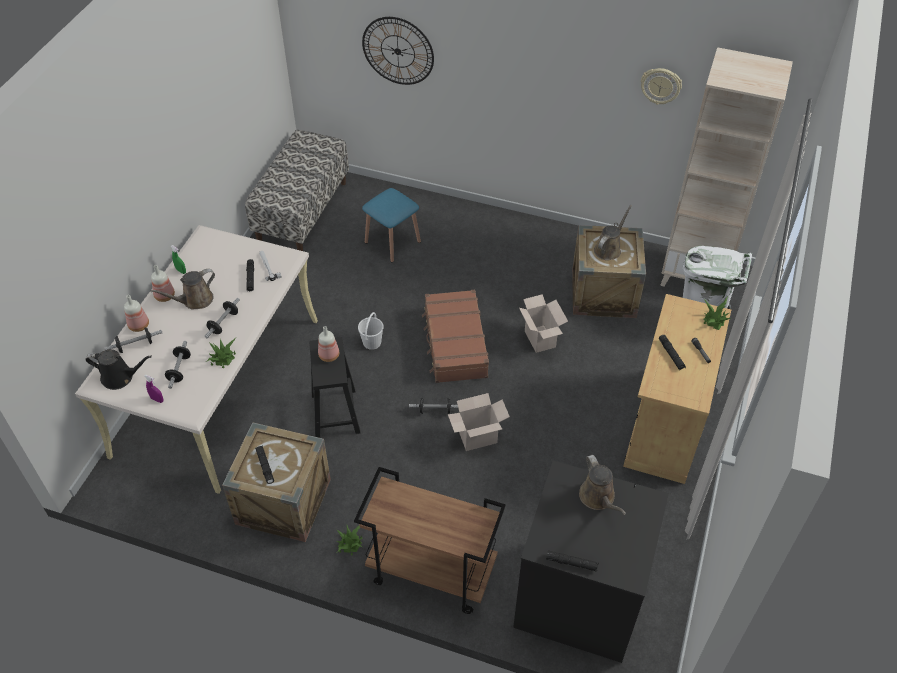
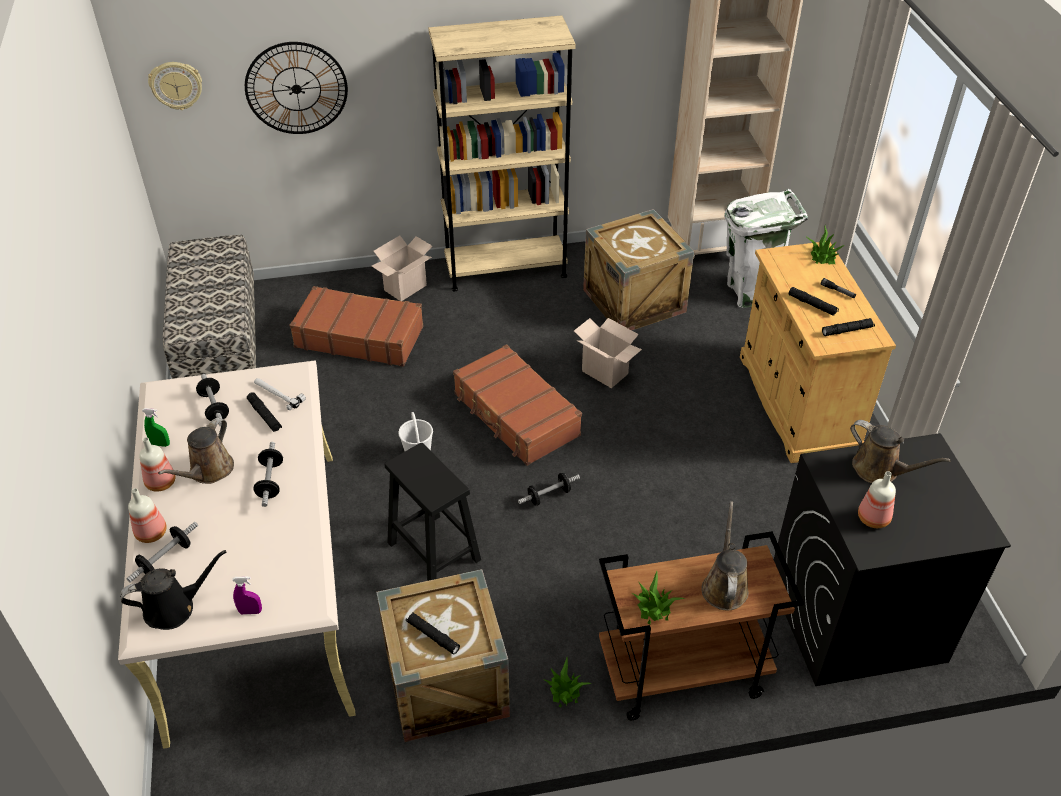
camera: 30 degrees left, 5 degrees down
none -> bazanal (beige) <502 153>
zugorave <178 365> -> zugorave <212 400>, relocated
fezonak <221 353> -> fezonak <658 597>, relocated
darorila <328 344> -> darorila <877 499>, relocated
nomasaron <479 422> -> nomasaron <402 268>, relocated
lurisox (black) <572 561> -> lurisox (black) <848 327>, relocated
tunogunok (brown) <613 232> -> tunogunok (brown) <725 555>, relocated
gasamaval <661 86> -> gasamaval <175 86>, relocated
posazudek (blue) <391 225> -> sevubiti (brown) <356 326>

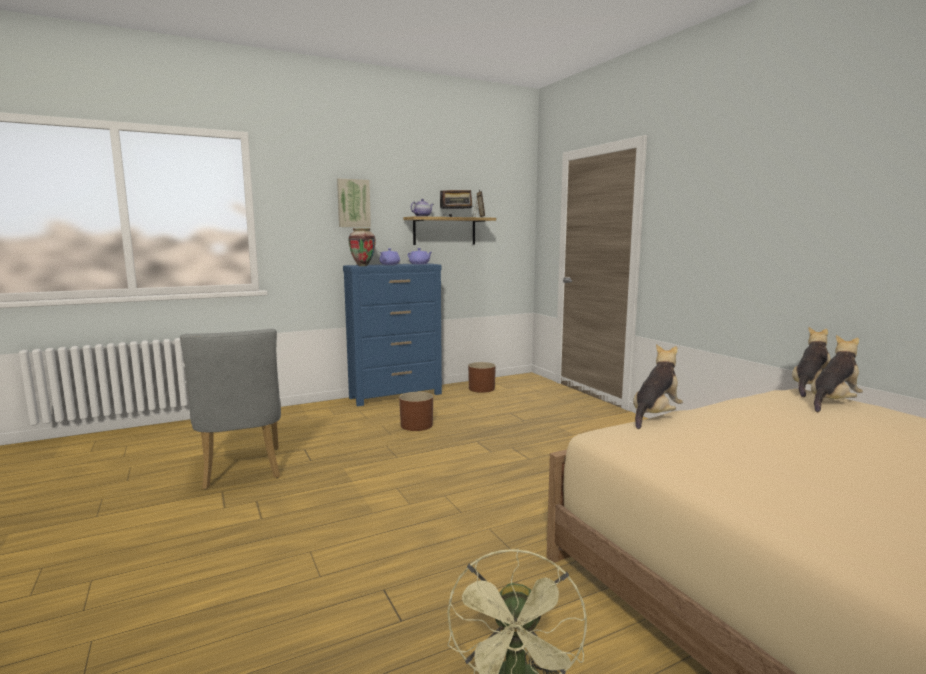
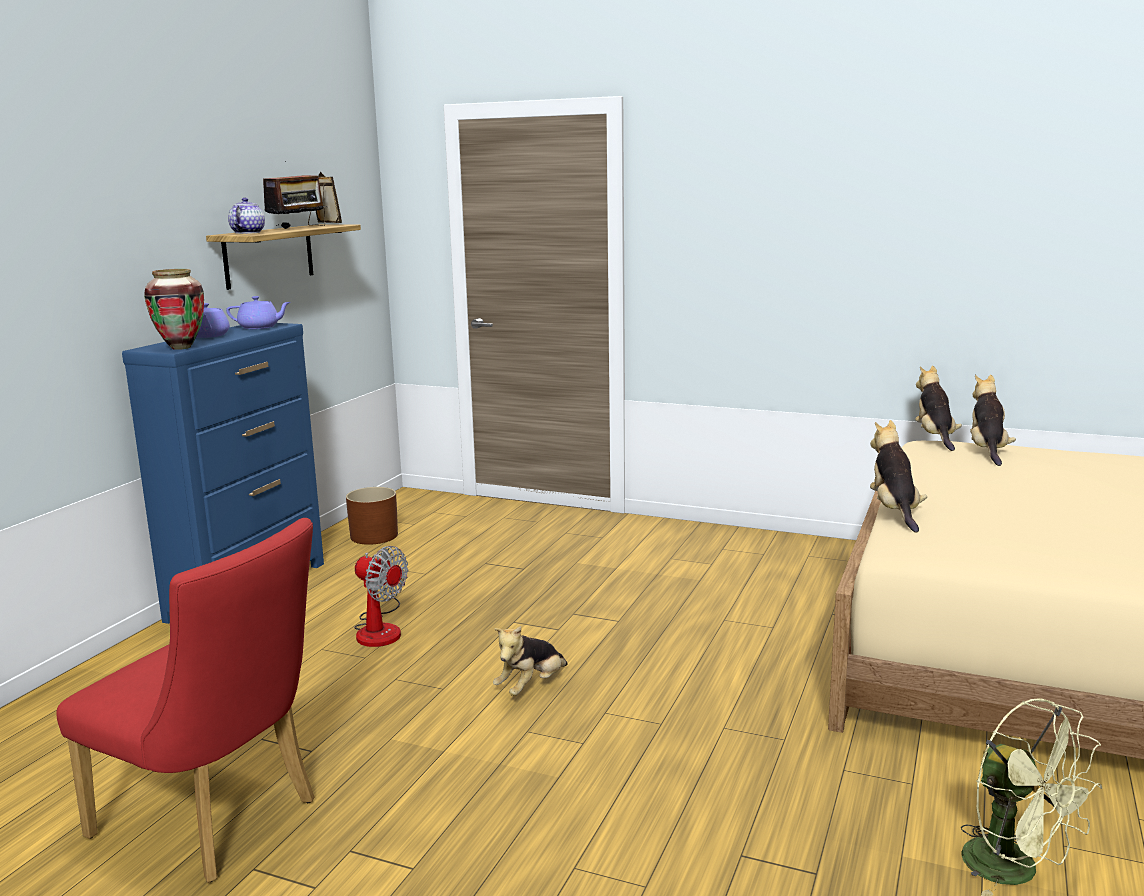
camera: 40 degrees left, 5 degrees up
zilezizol <354 202> -> none
none -> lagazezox <530 661>
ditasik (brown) <416 411> -> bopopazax <381 596>
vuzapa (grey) <230 409> -> vuzapa (red) <185 700>

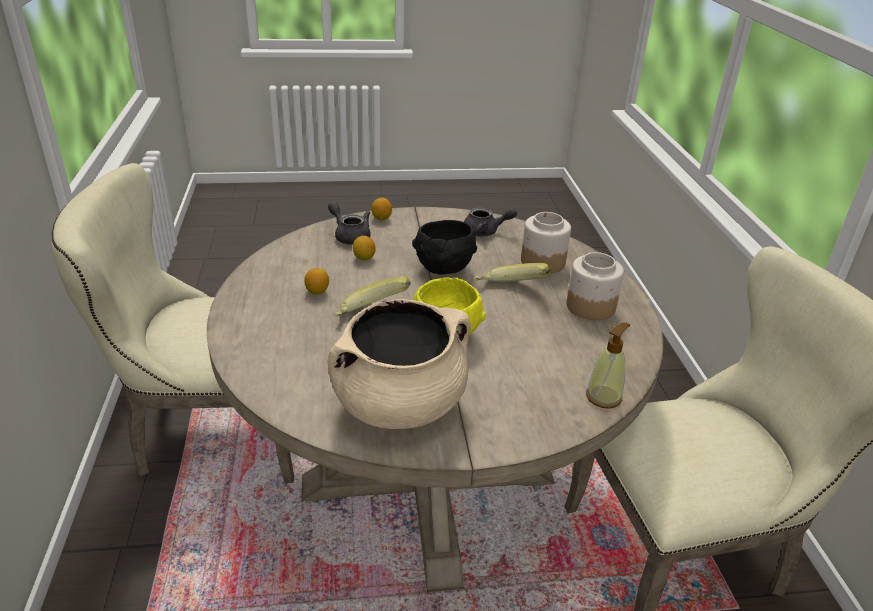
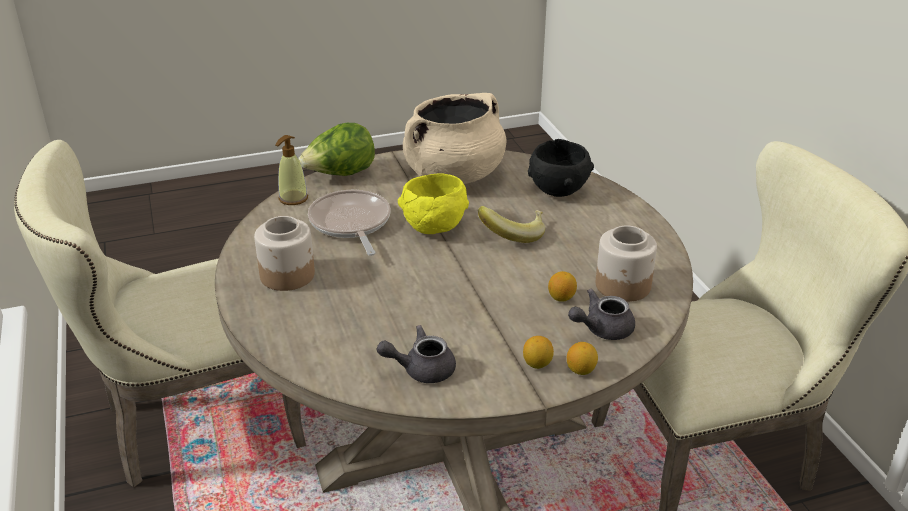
camera: 170 degrees right, 0 degrees up
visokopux <513 272> -> none
none -> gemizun <336 149>
none -> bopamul <349 223>
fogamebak <316 281> -> fogamebak <538 352>, relocated
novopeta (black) <444 247> -> novopeta (black) <561 168>, relocated
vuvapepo <546 242> -> vuvapepo <626 264>, relocated
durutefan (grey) <349 223> -> durutefan (grey) <601 314>, 120 degrees clockwise

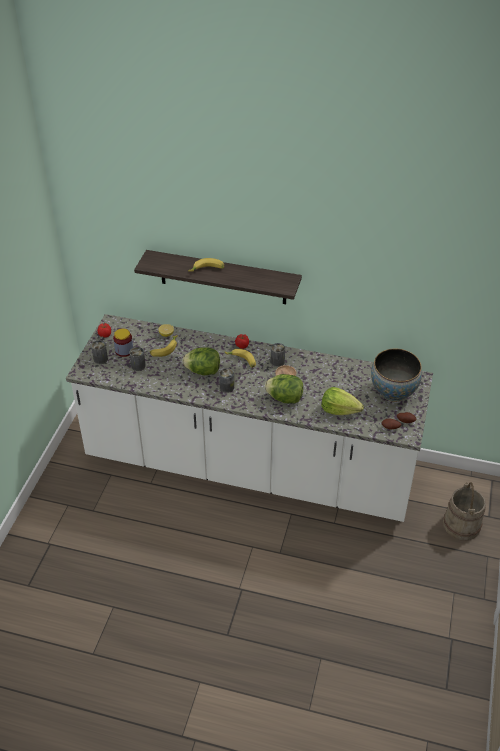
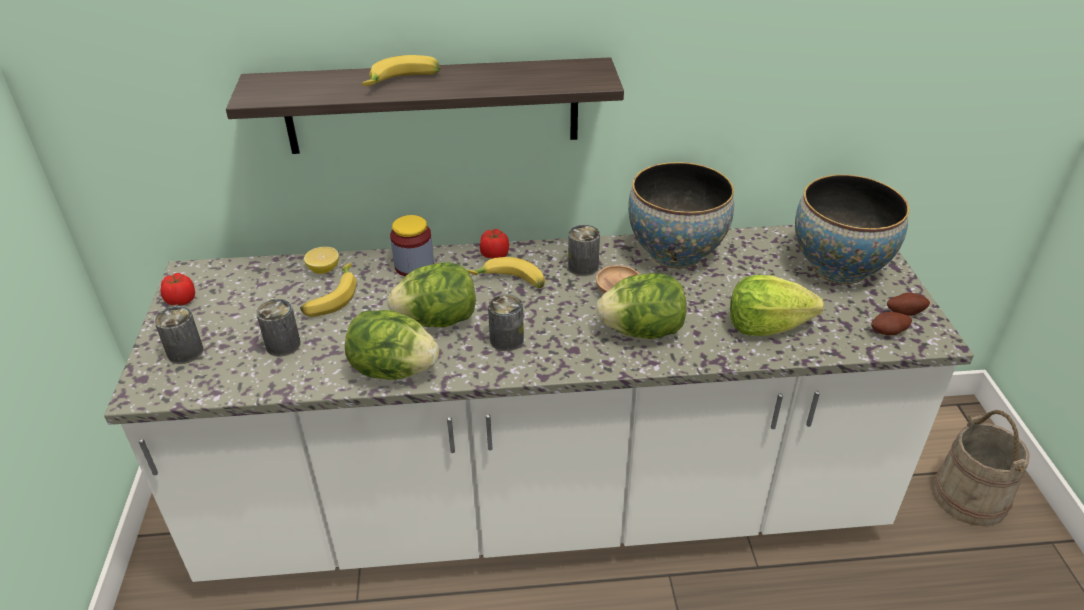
camera: 20 degrees left, 5 degrees down
none -> gemizun <392 345>
none -> novopeta <681 215>
vuvapepo <123 342> -> vuvapepo <412 245>, relocated

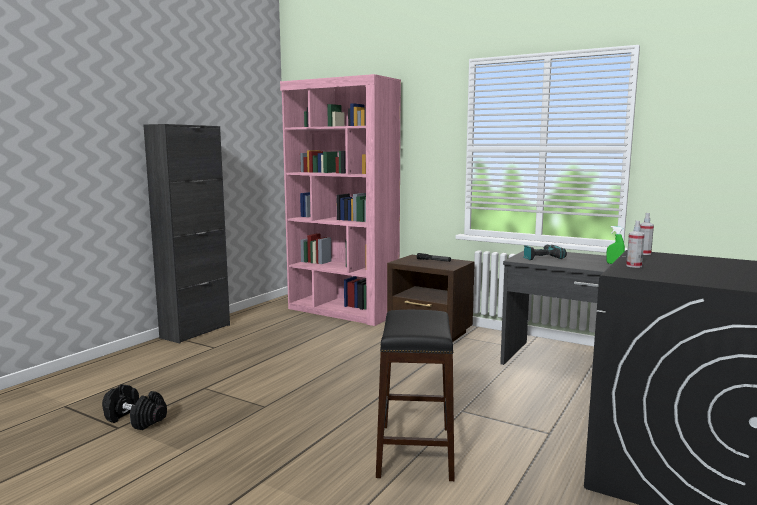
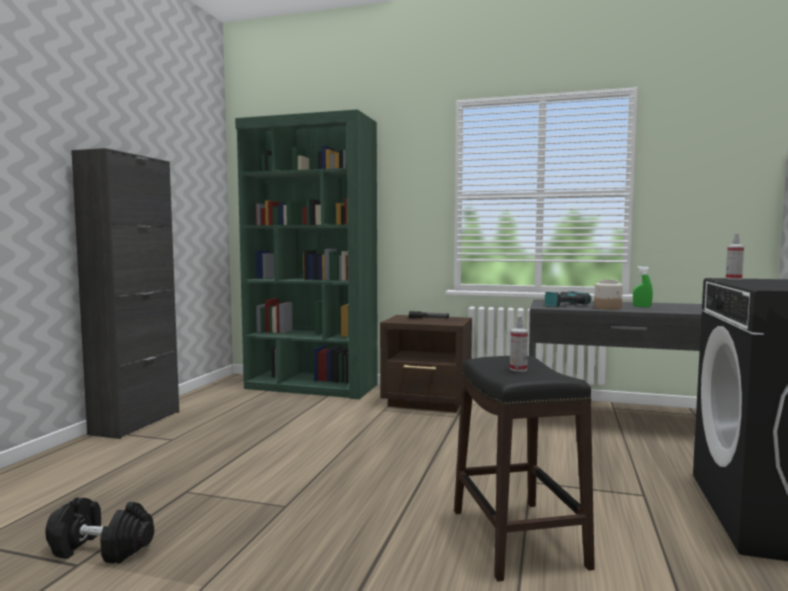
camera: 15 degrees left, 5 degrees down
none -> vuvapepo <608 295>
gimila <635 244> -> gimila <519 343>, relocated
bazanal (pink) <340 200> -> bazanal (green) <306 254>

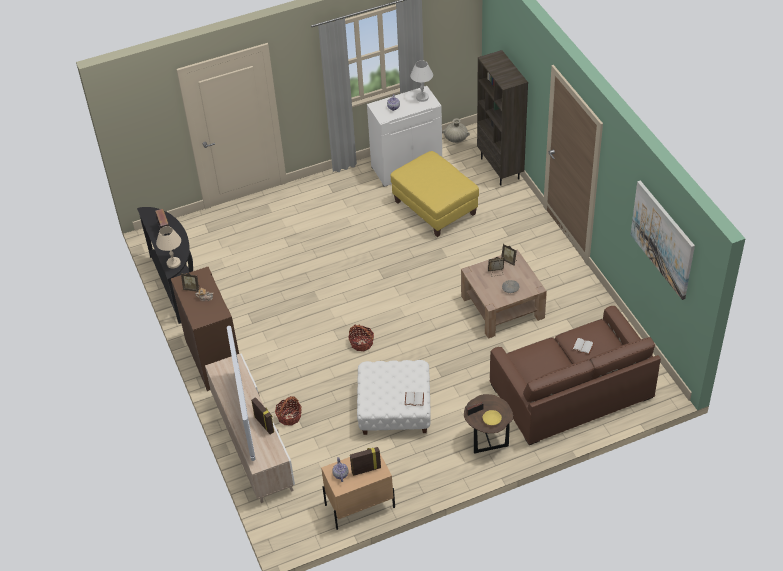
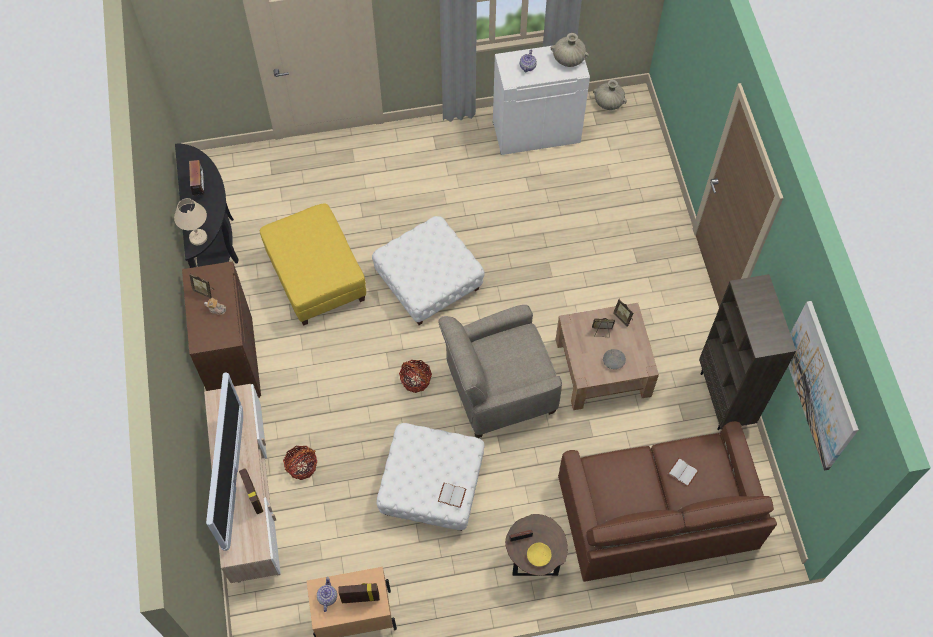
camera: 10 degrees right, 15 degrees up
none -> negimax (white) <428 270>
none -> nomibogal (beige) <500 371>
negimax (yellow) <434 194> -> negimax (yellow) <313 264>, relocated
bazanal (brown) <502 118> -> bazanal (brown) <747 352>, relocated
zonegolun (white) <421 81> -> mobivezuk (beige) <570 50>

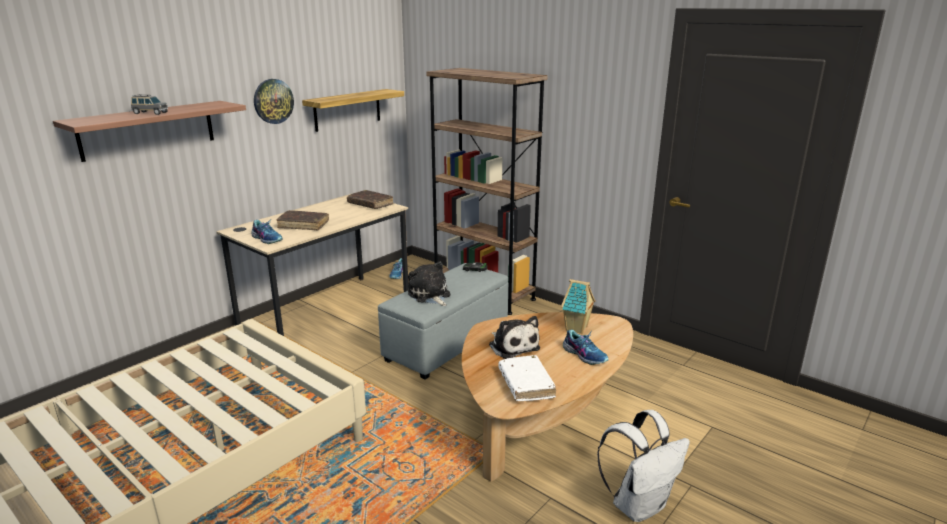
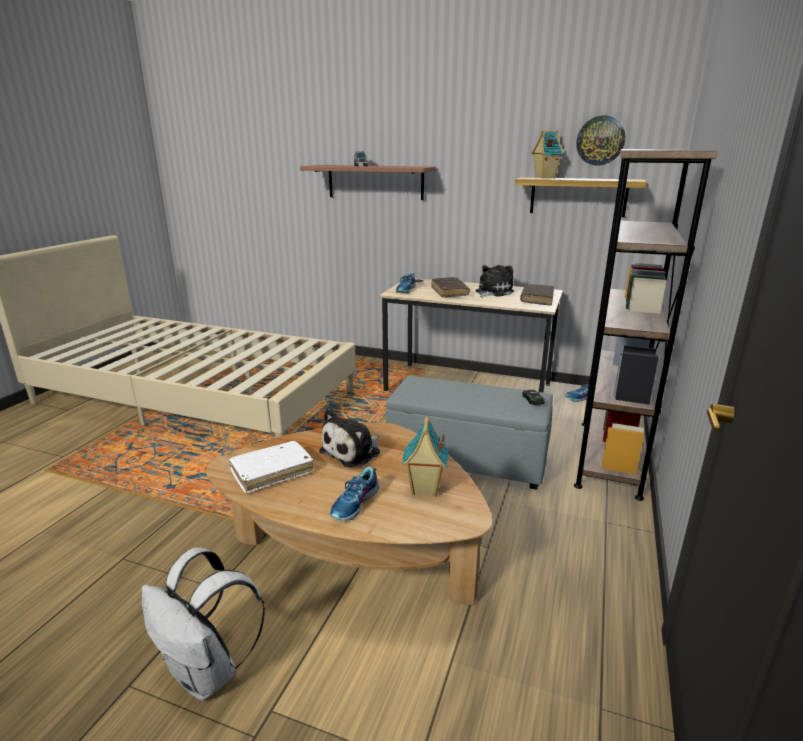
camera: 70 degrees right, 0 degrees up
none -> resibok <548 154>
gasamaval <274 101> -> gasamaval <600 141>, relocated
lagazezox <429 283> -> lagazezox <494 281>, relocated

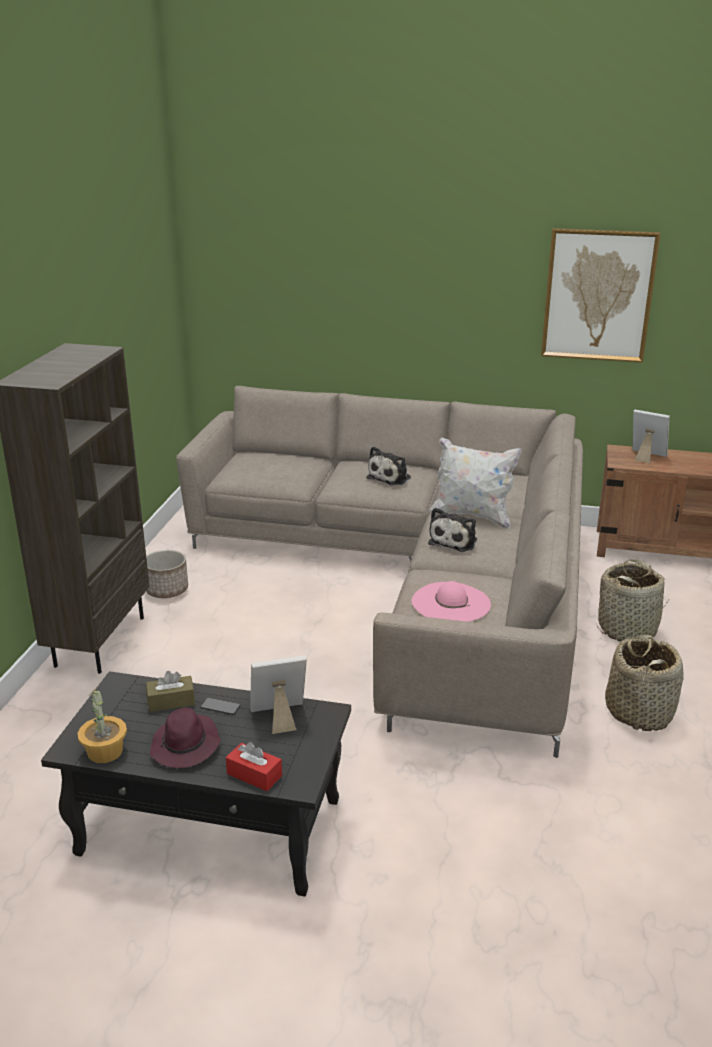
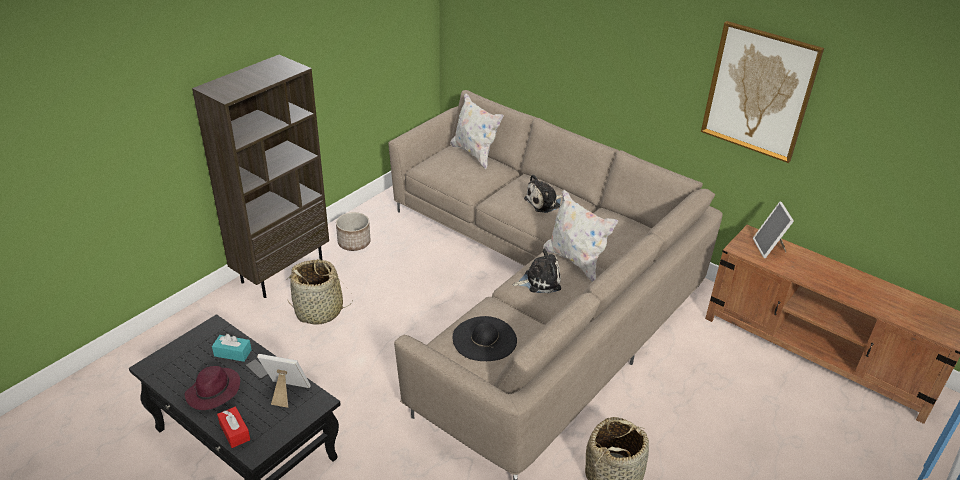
camera: 25 degrees right, 10 degrees up
fezonak <102 724> -> none
none -> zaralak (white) <477 131>
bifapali <633 600> -> bifapali <320 291>, relocated
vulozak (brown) <170 691> -> vulozak (turquoise) <232 348>
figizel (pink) <451 601> -> figizel (black) <485 338>
lagazezox <452 530> -> lagazezox <537 271>, 150 degrees counterclockwise
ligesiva <651 436> -> ligesiva <773 230>, 150 degrees counterclockwise

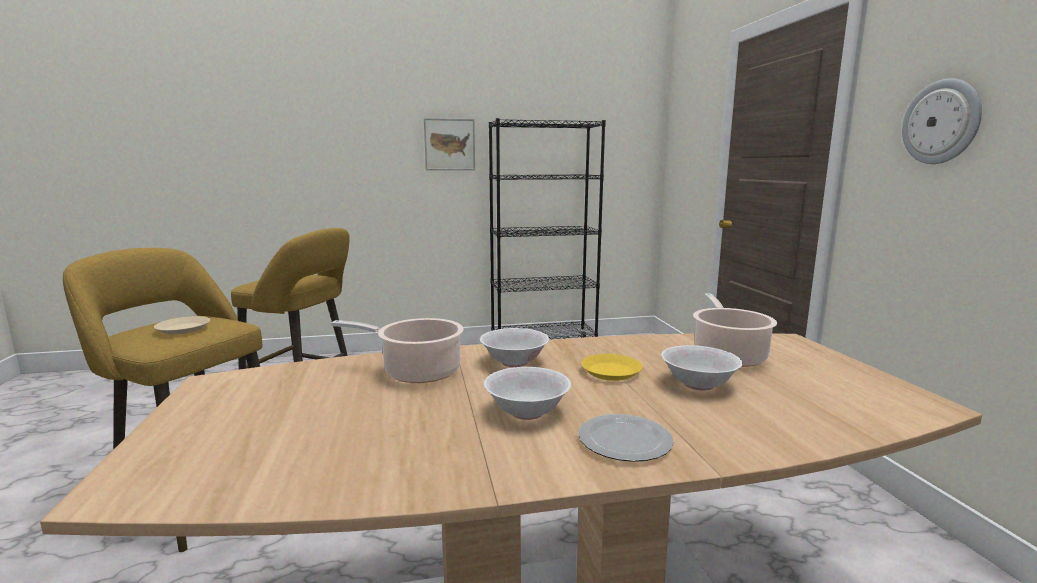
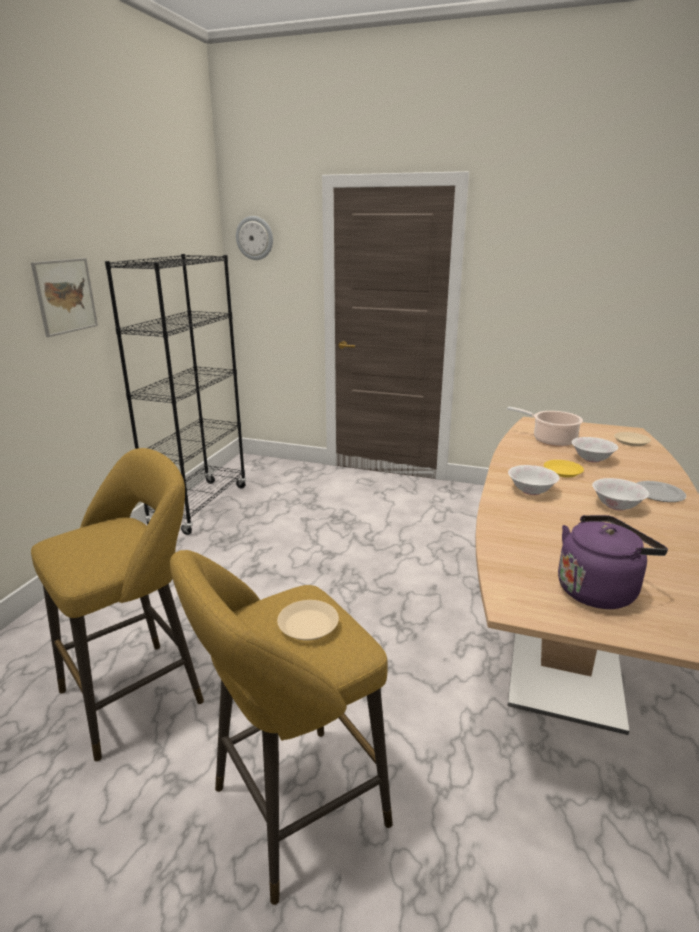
camera: 60 degrees left, 10 degrees up
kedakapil <397 350> -> none
none -> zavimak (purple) <613 562>
none -> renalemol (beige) <632 439>
gasamaval <942 121> -> gasamaval <254 238>, relocated

